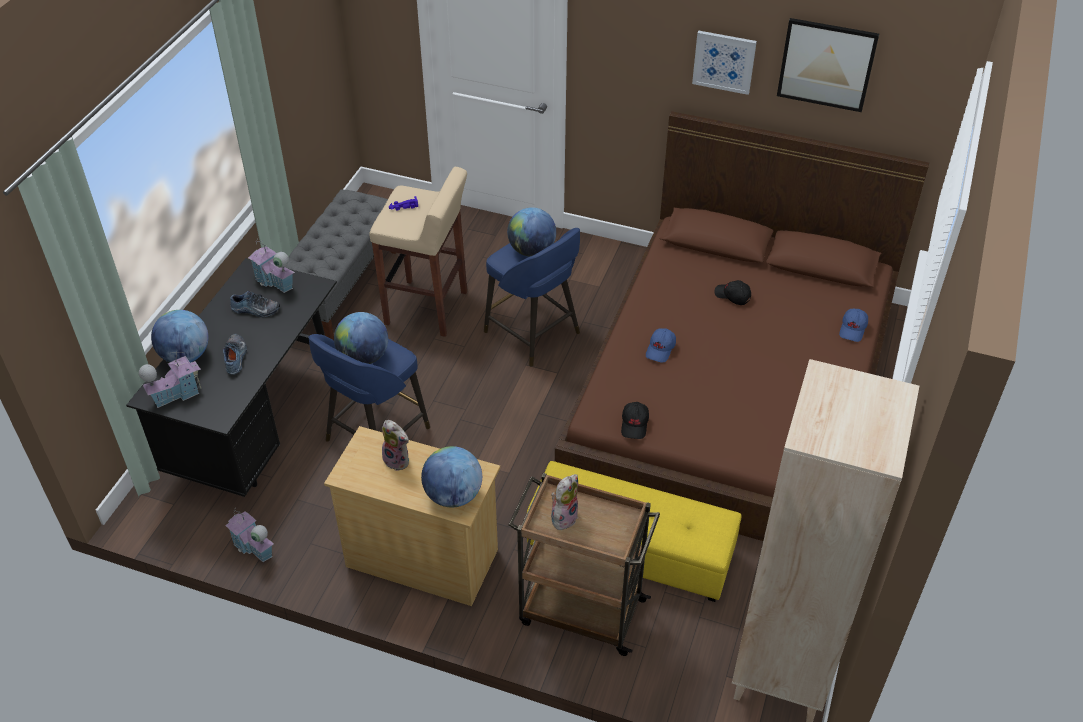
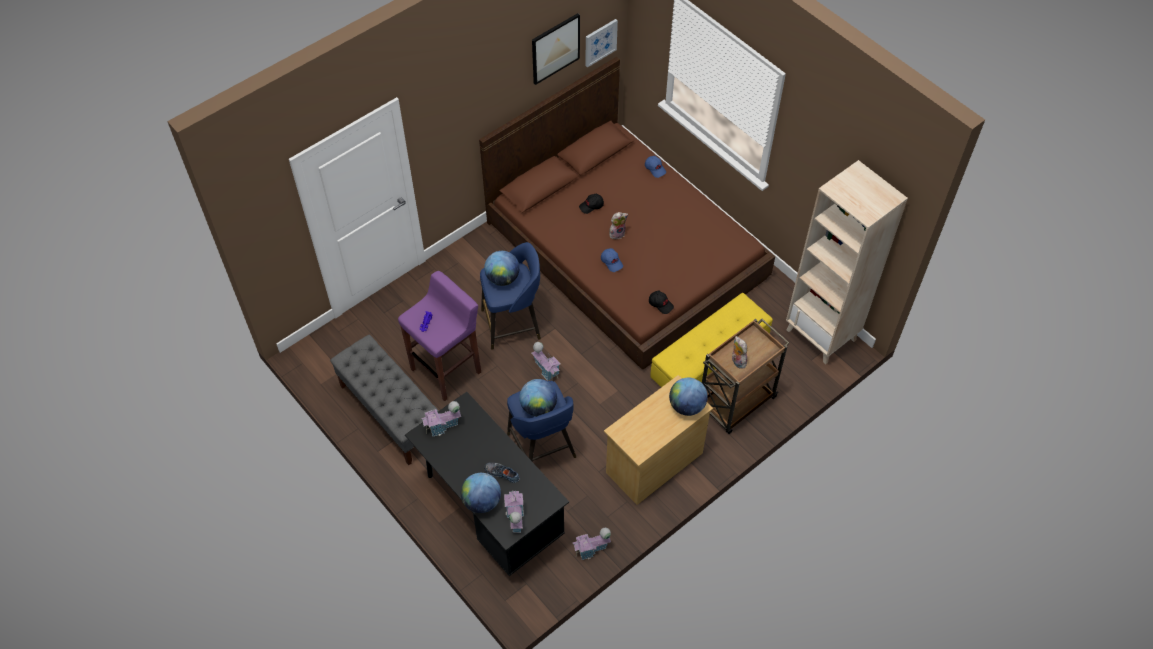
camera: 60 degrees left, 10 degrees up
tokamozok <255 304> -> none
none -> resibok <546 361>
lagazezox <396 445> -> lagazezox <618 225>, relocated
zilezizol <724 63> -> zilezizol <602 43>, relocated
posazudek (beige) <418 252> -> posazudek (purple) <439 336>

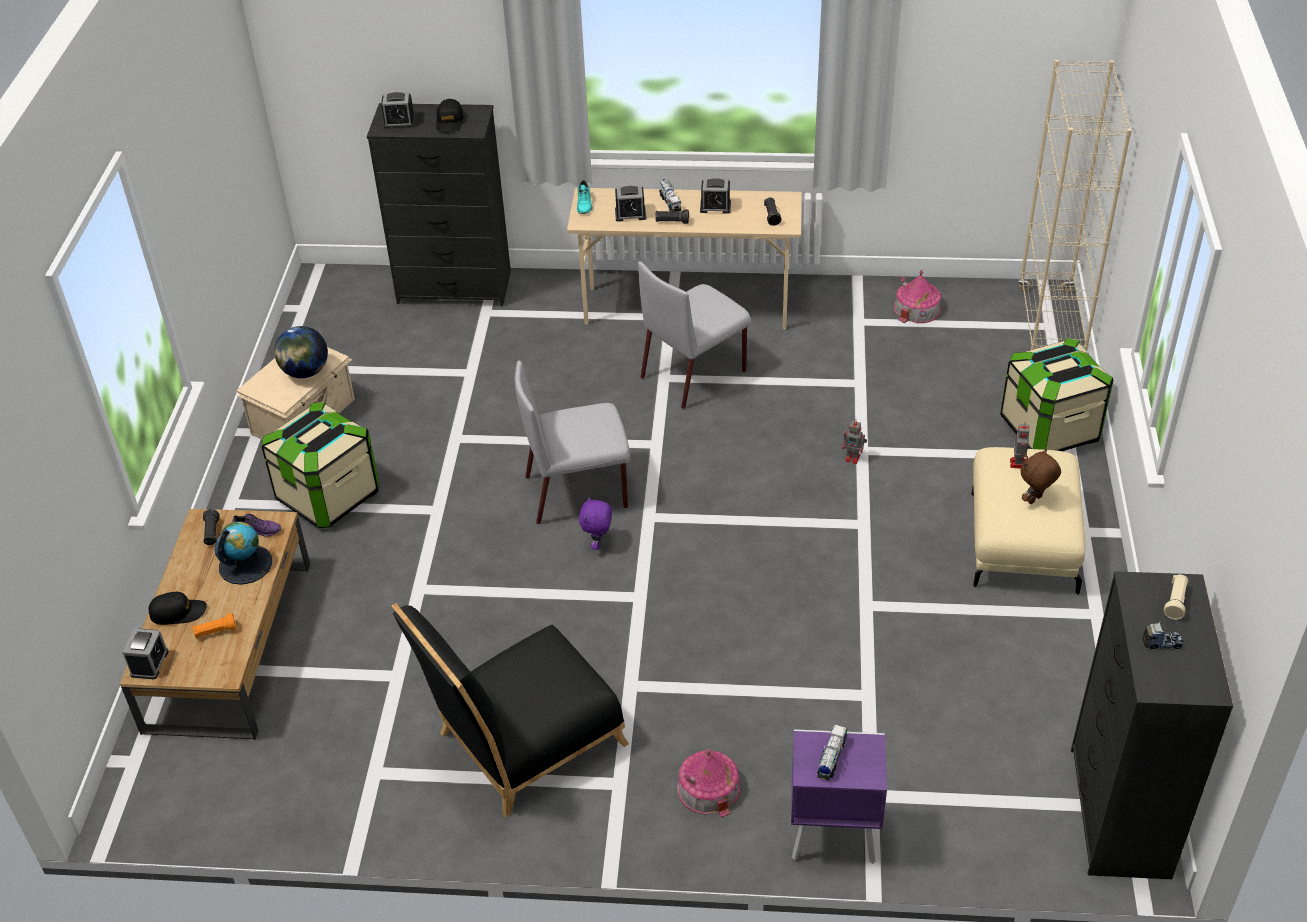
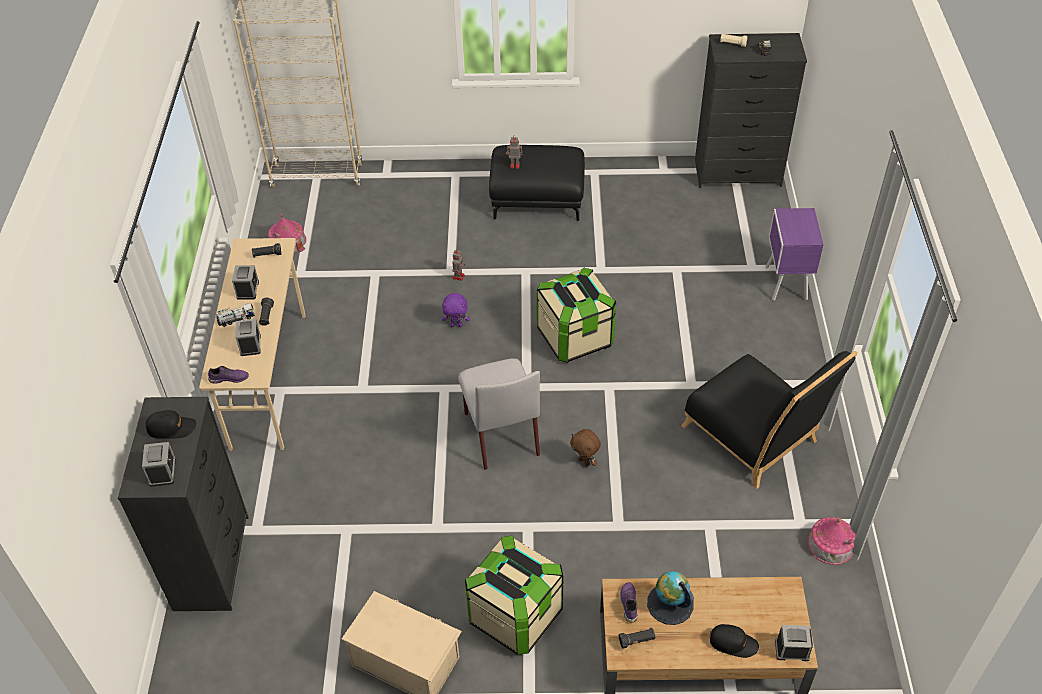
camera: 95 degrees left, 5 degrees up
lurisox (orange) <215 626> -> none
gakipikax <301 352> -> none
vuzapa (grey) <694 335> -> none
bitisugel <832 753> -> none
lagazezox (purple) <595 523> -> lagazezox (purple) <456 310>, relocated
resibok <708 783> -> resibok <831 541>, relocated
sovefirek <1056 394> -> sovefirek <576 315>, relocated
lagazezox (brown) <1040 476> -> lagazezox (brown) <585 447>, relocated
tokamozok (turquoise) <584 197> -> tokamozok (purple) <228 375>
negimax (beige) <1028 521> -> negimax (black) <537 183>
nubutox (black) <177 608> -> nubutox (black) <734 641>, 120 degrees clockwise

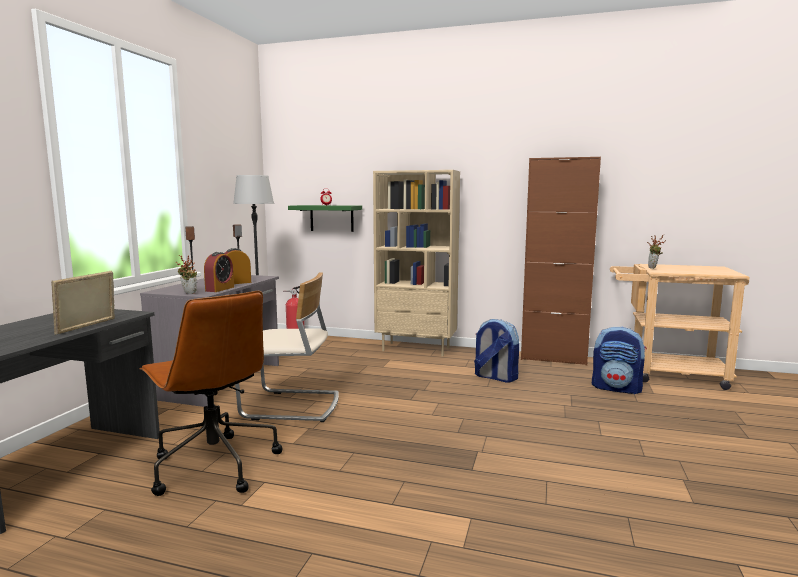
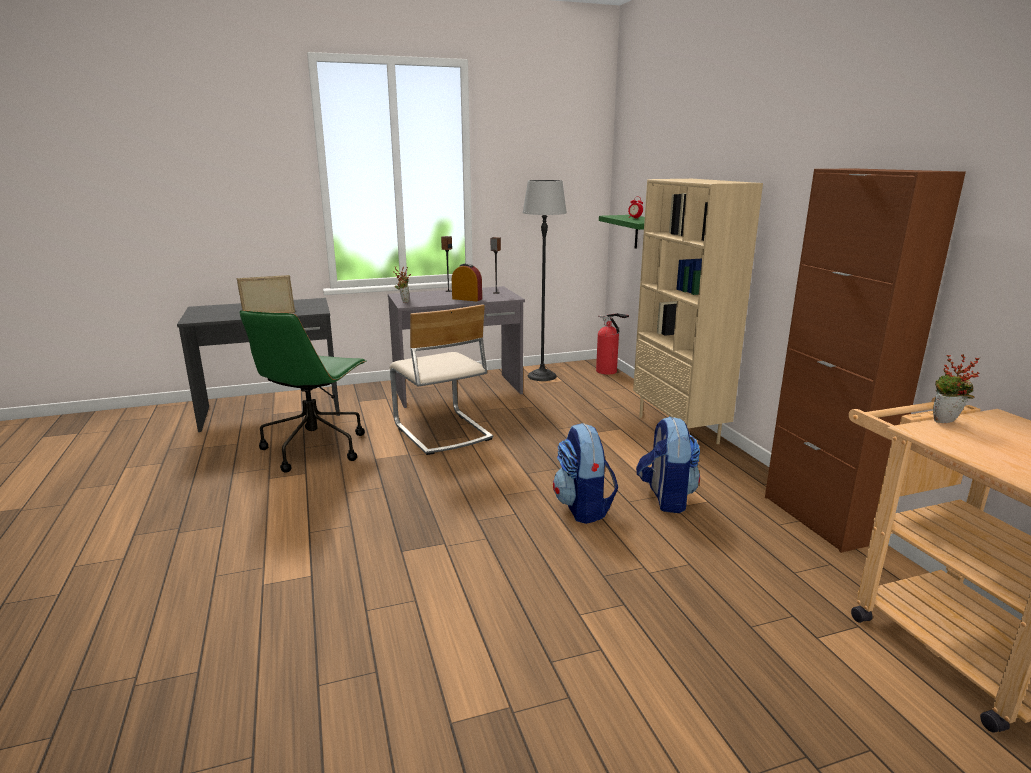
camera: 55 degrees right, 10 degrees up
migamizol <219 272> -> none
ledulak <619 360> -> ledulak <585 473>, relocated
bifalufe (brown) <210 393> -> bifalufe (green) <303 391>

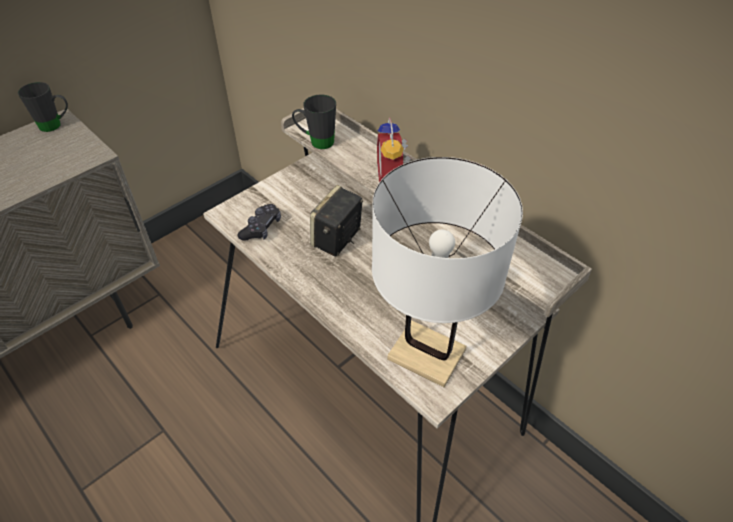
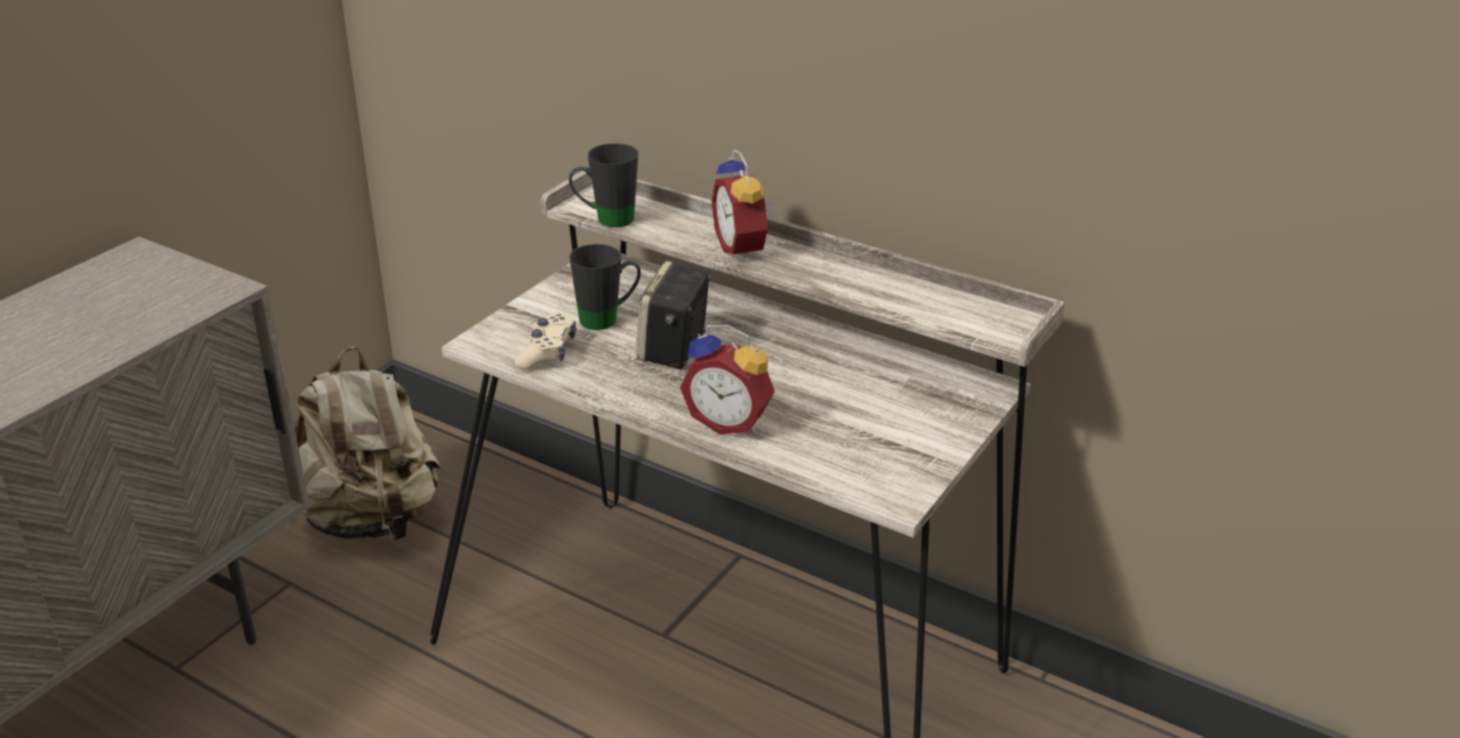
camera: 15 degrees left, 15 degrees down
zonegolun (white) <447 272> -> none
none -> ledulak (beige) <368 444>
none -> migamizol <727 380>
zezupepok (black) <43 107> -> zezupepok (black) <605 287>, relocated
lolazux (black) <259 222> -> lolazux (beige) <545 341>

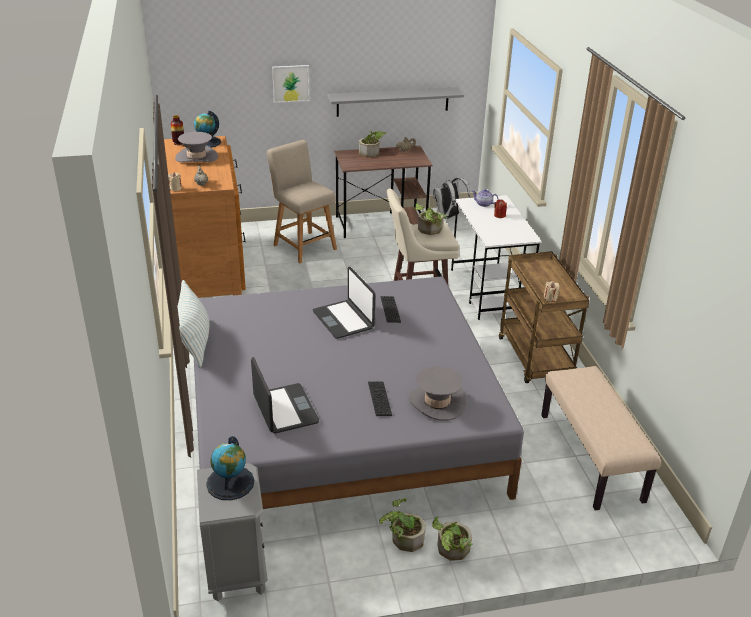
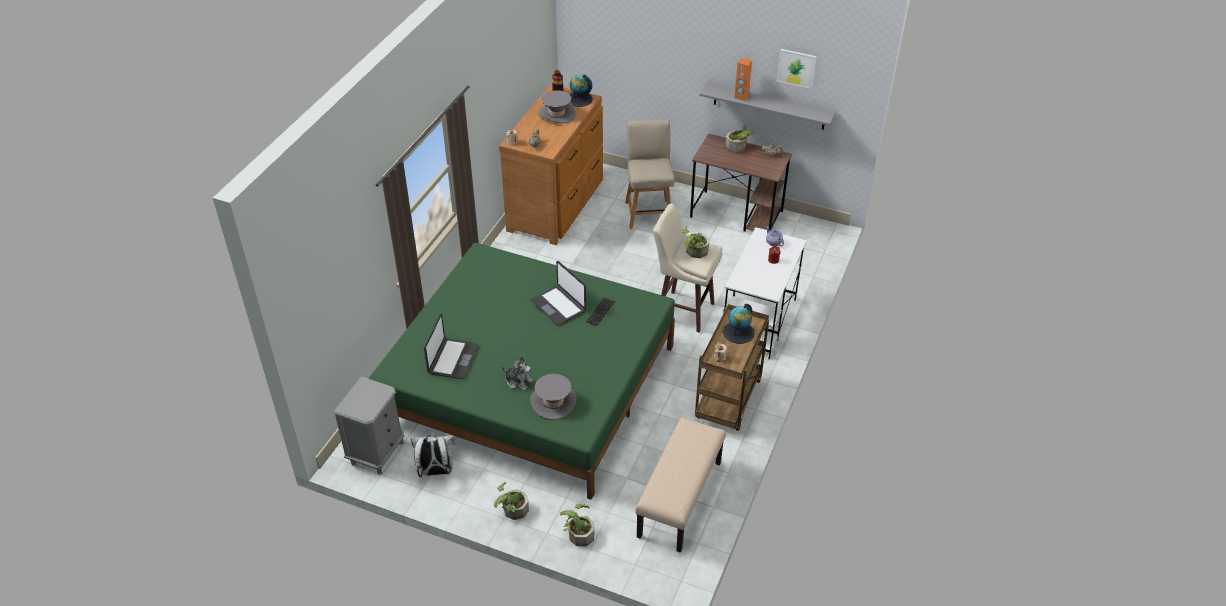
camera: 35 degrees right, 10 degrees up
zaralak <193 324> -> none
none -> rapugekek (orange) <743 79>
gakipikax <230 468> -> gakipikax <739 324>, relocated
zilezizol <291 84> -> zilezizol <797 69>, relocated
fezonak <402 525> -> fezonak <577 525>, relocated
ledulak (white) <451 198> -> ledulak (white) <433 456>, relocated
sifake <380 398> -> lagazezox <517 374>
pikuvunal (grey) <359 393> -> pikuvunal (green) <522 371>
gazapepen <344 303> -> gazapepen <558 293>, 45 degrees counterclockwise

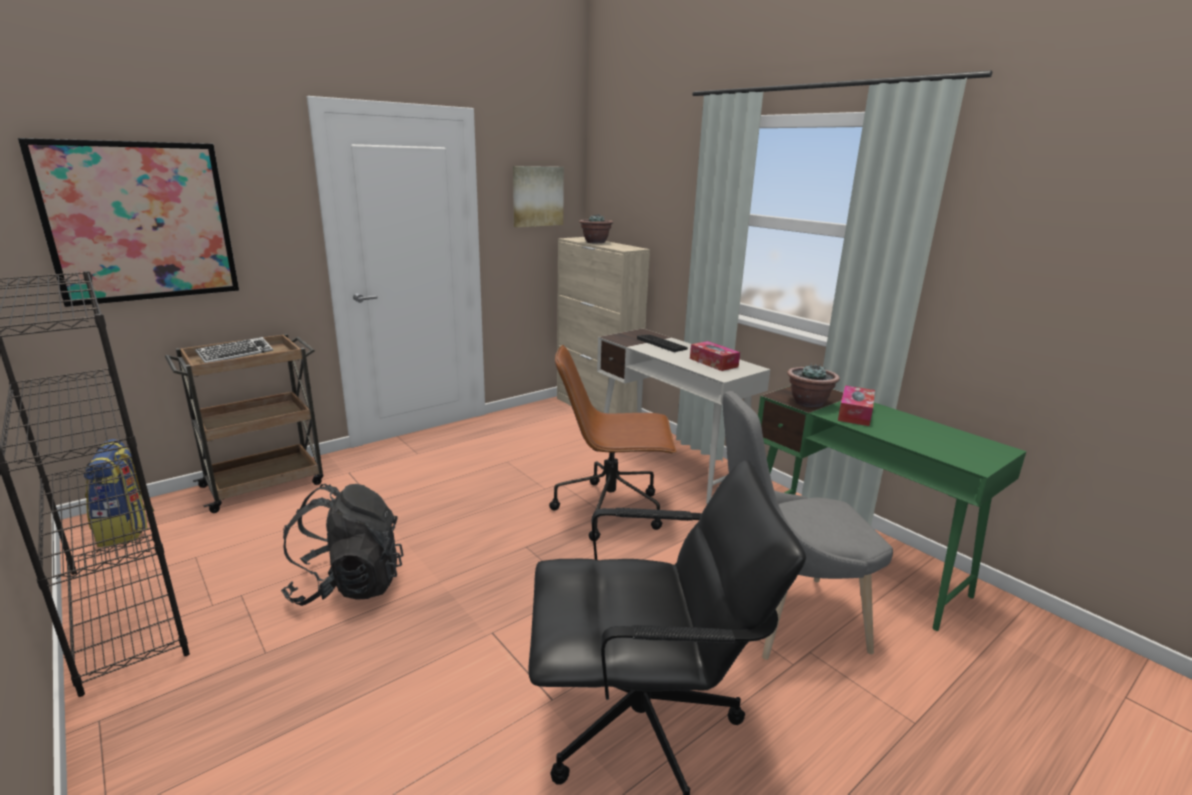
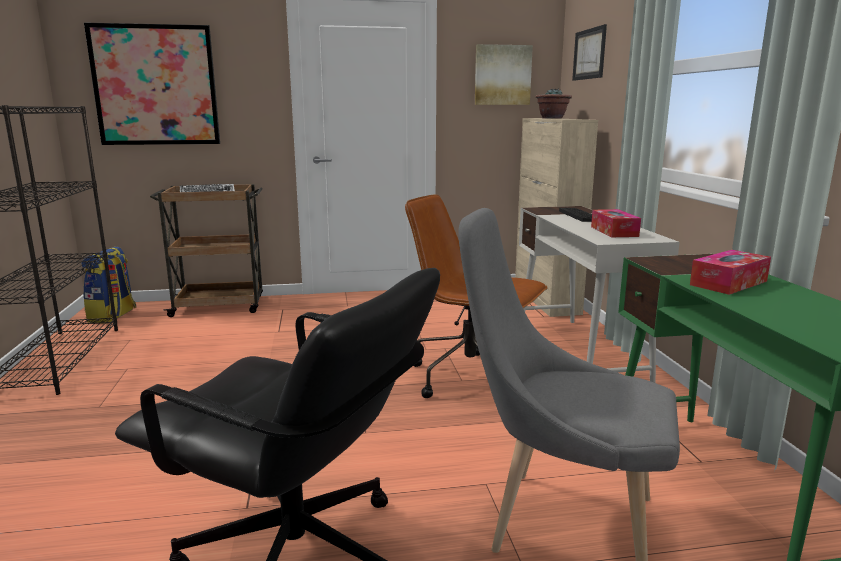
camera: 30 degrees right, 5 degrees down
ledulak (black) <342 545> -> none
fezonak <813 385> -> none
none -> zilezizol <589 52>

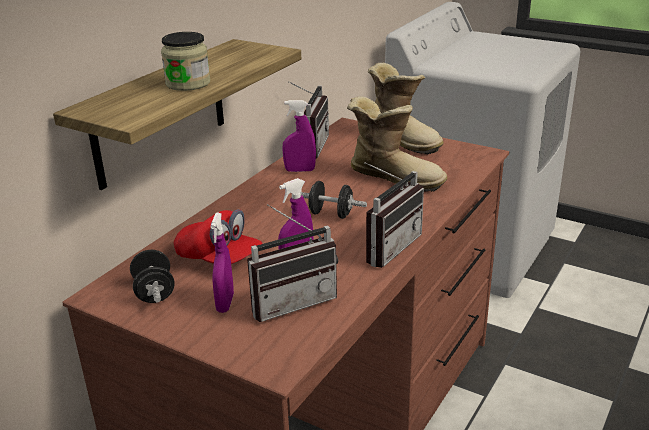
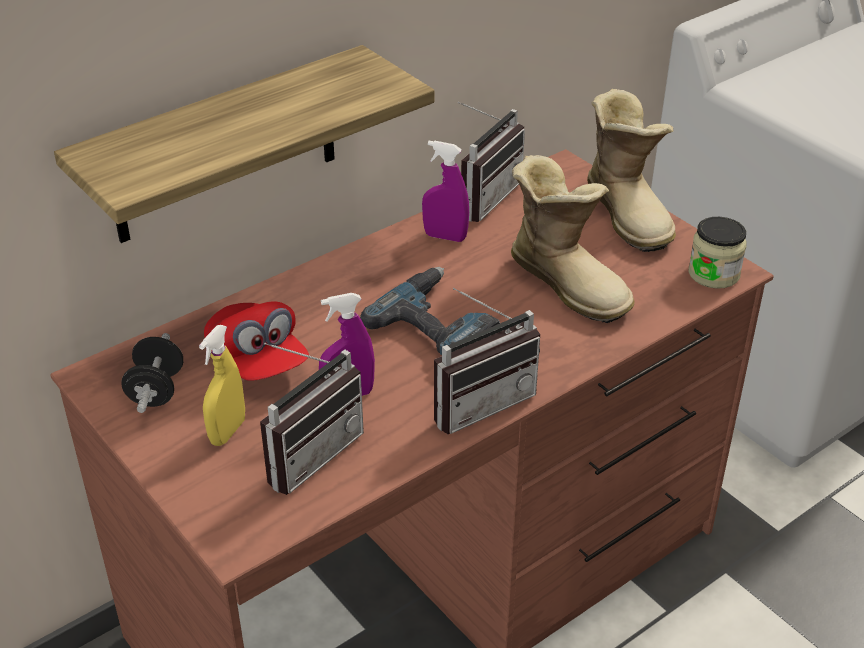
camera: 20 degrees right, 10 degrees up
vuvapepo <185 61> -> vuvapepo <717 253>, relocated
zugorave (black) <334 200> -> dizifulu <430 311>
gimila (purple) <222 263> -> gimila (yellow) <222 385>
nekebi <292 263> -> nekebi <312 419>, 45 degrees counterclockwise

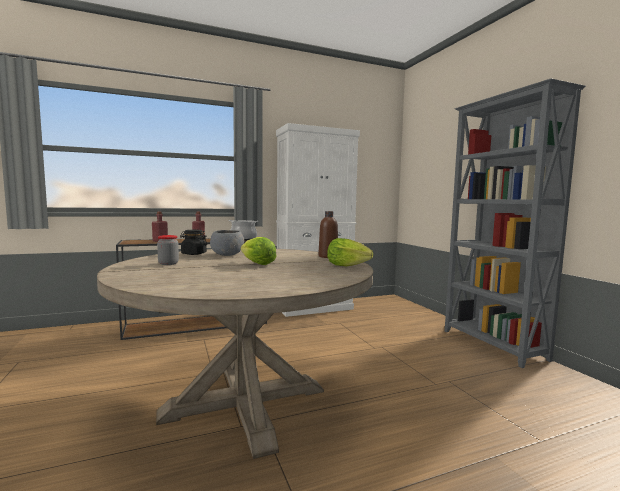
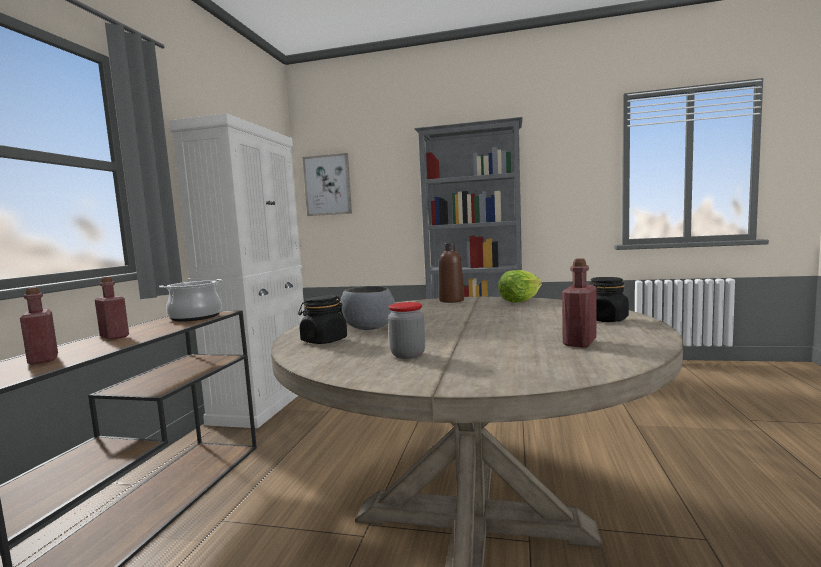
camera: 55 degrees left, 0 degrees up
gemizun <259 251> -> none
none -> zilezizol <327 184>
none -> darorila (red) <579 303>
none -> vuvapepo (black) <609 299>

